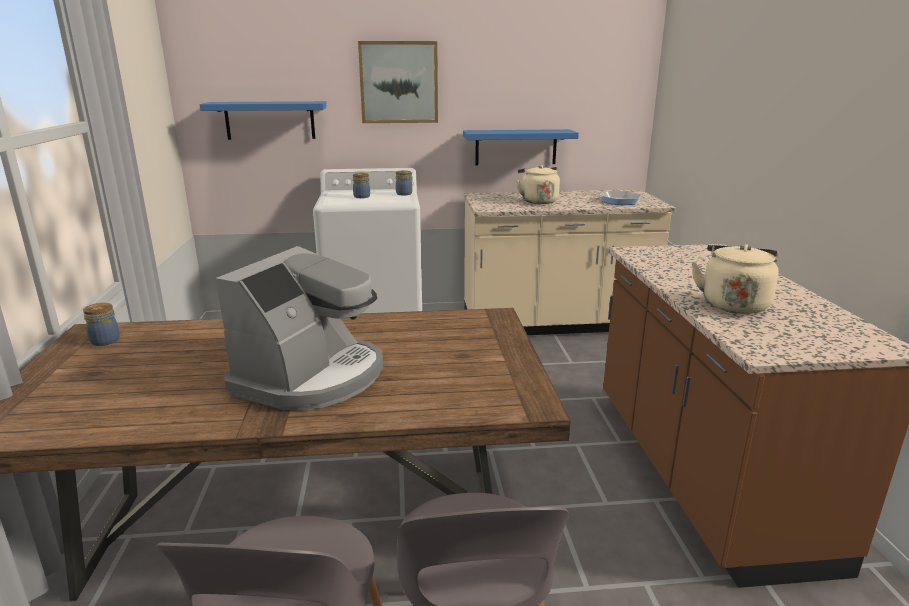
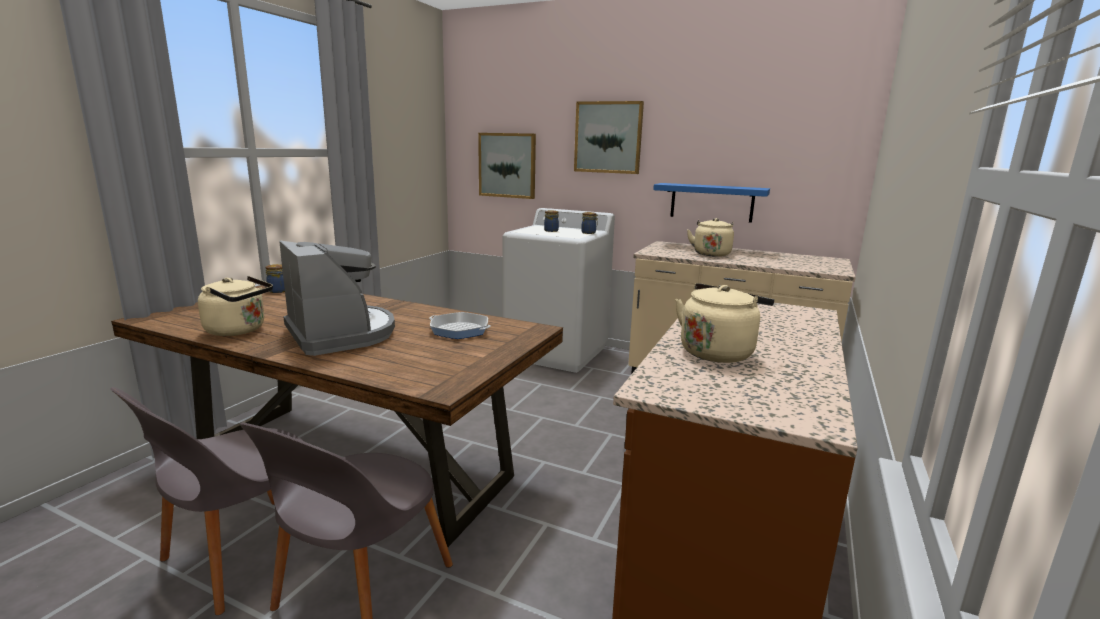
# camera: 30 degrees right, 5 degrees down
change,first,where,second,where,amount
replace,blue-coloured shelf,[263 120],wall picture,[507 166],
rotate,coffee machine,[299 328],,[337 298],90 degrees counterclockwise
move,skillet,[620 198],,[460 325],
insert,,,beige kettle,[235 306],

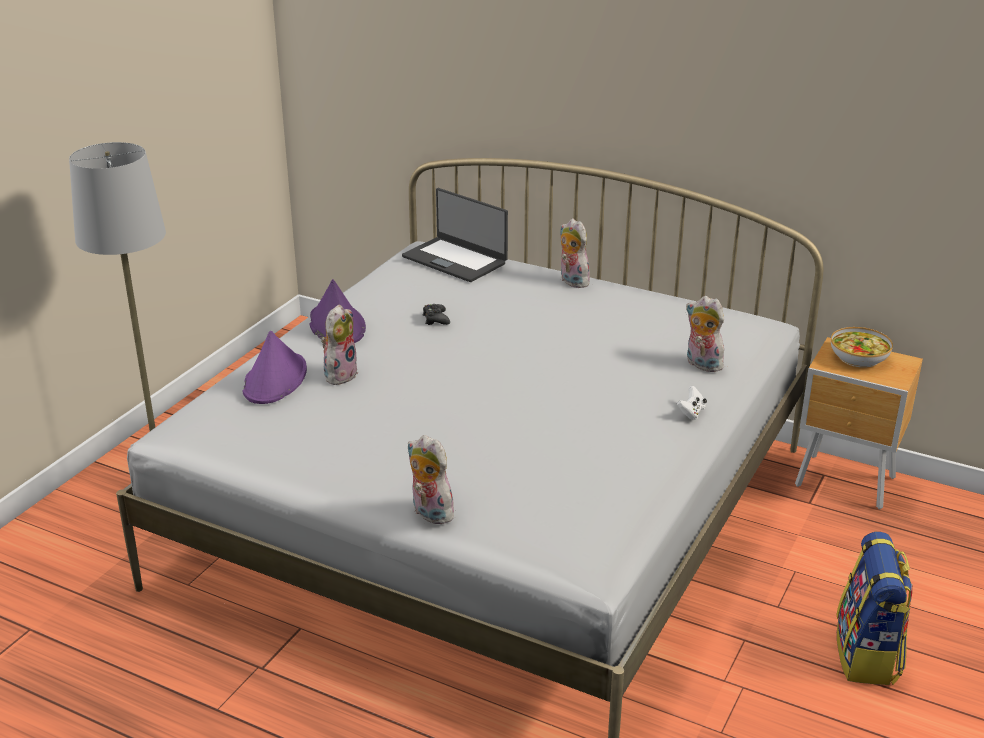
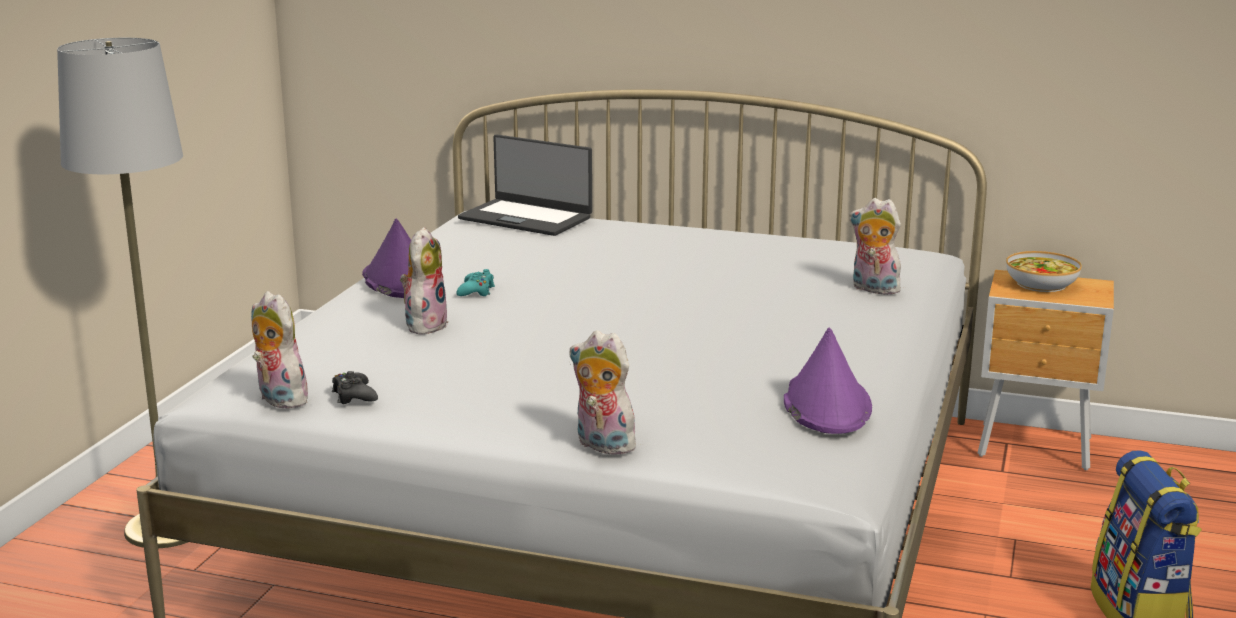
# camera: 10 degrees left, 10 degrees down
change,first,where,second,where,amount
move,purple-coloured wearable hat,[274 367],,[828 380],
move,blackish joypad,[436 314],,[355 387],
move,cuddly toy,[575 253],,[282 350],
delete,white joypad,[692 403],,,
insert,,,blue-green joypad,[475 282],

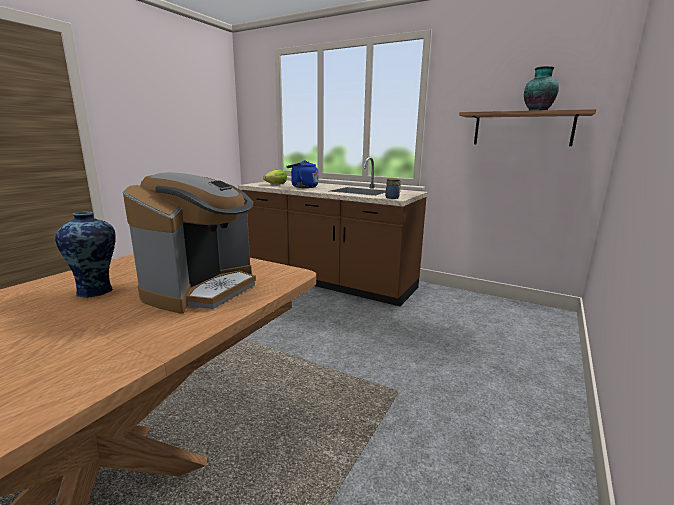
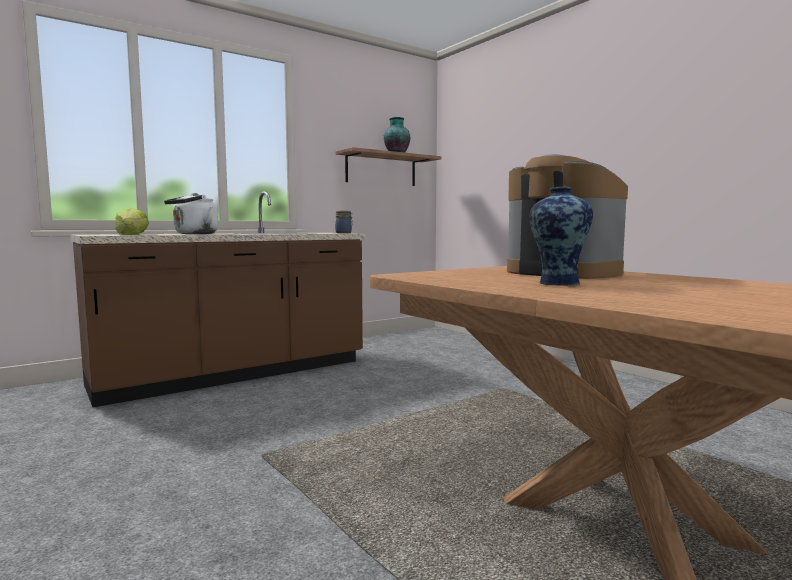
# camera: 65 degrees left, 10 degrees down
change,first,where,second,where,amount
recolor,blue-coloured kettle,[302 174],white kettle,[191 213],

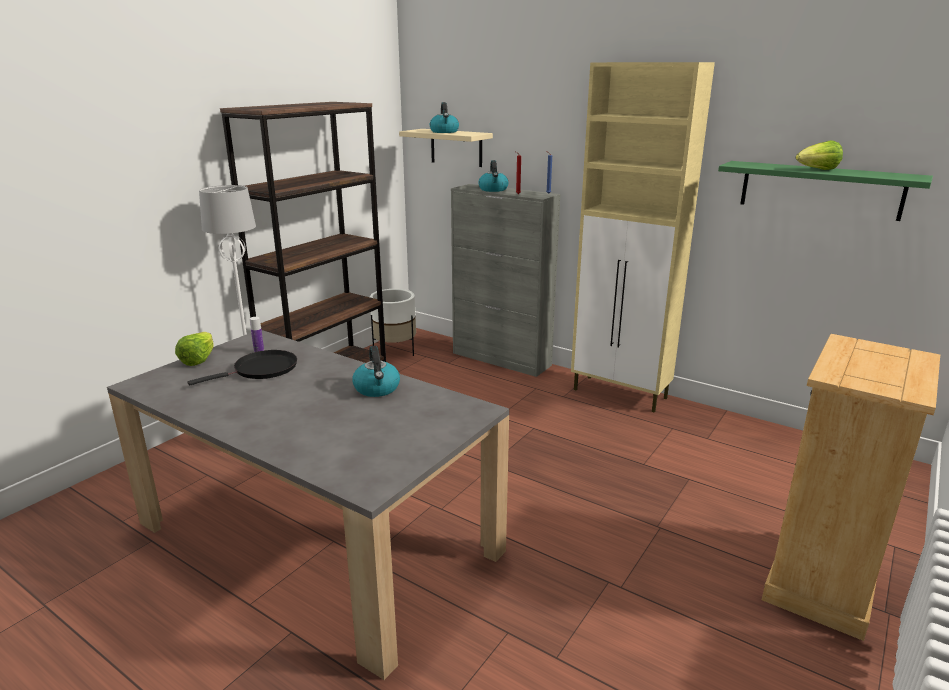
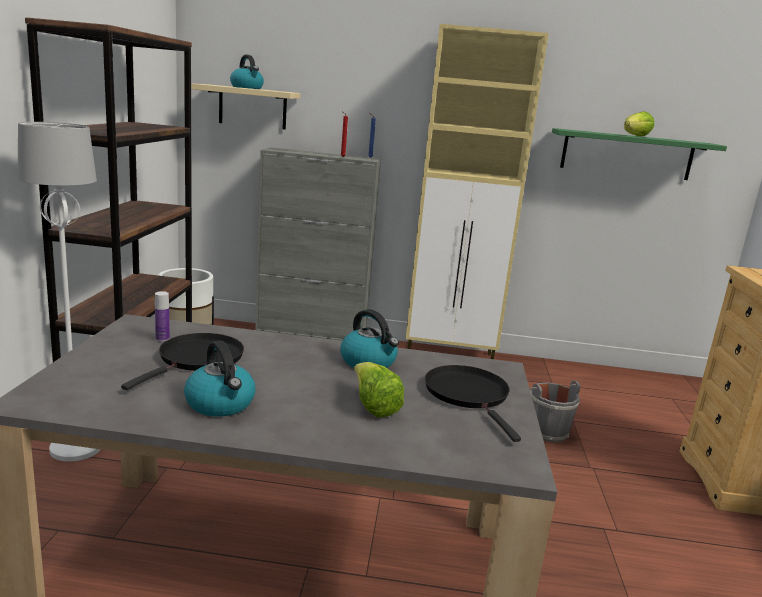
# camera: 30 degrees left, 5 degrees down
change,first,where,second,where,amount
move,head of lettuce,[194 349],,[379 389],
move,kettle,[493 176],,[219 378],
insert,,,blackish skillet,[473 403],
insert,,,greyish pail,[555 411],

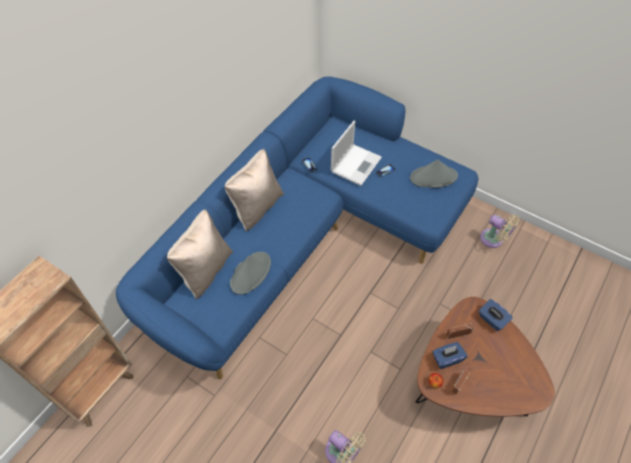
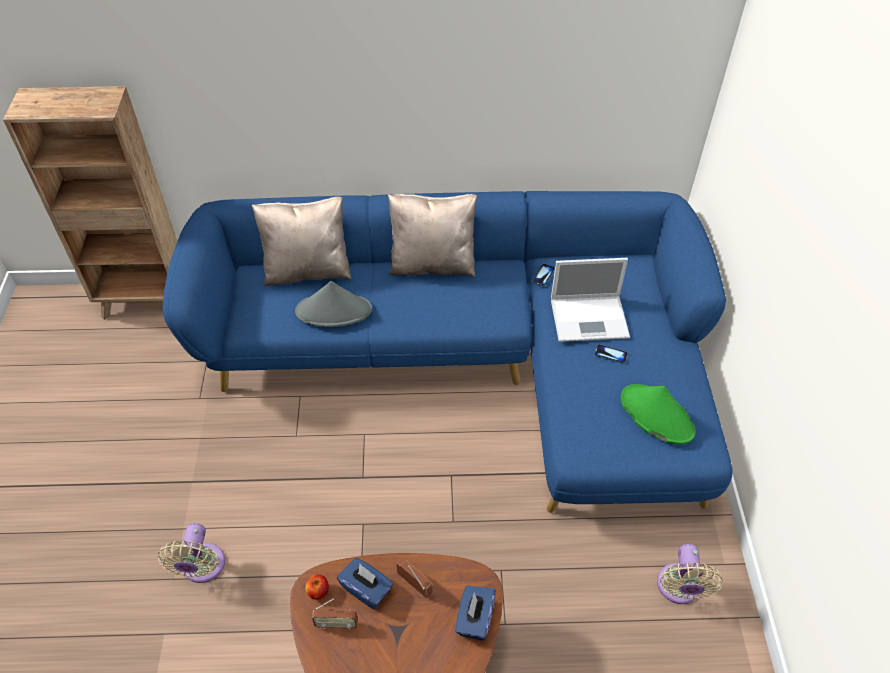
# camera: 55 degrees right, 5 degrees down
change,first,where,second,where,amount
recolor,greyish wearable hat,[434 174],green wearable hat,[658 414],

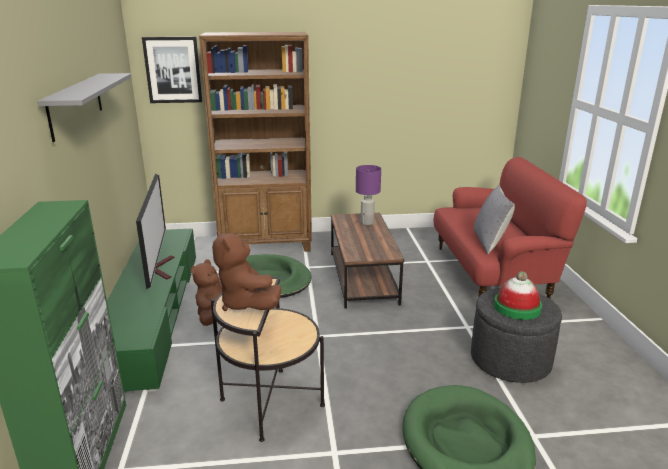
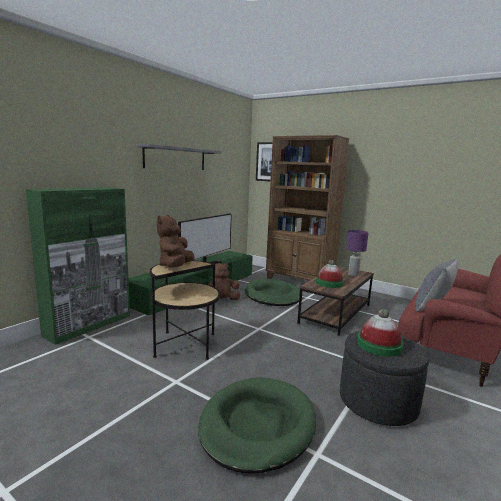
# camera: 40 degrees right, 10 degrees down
change,first,where,second,where,amount
insert,,,wearable hat,[330 274],

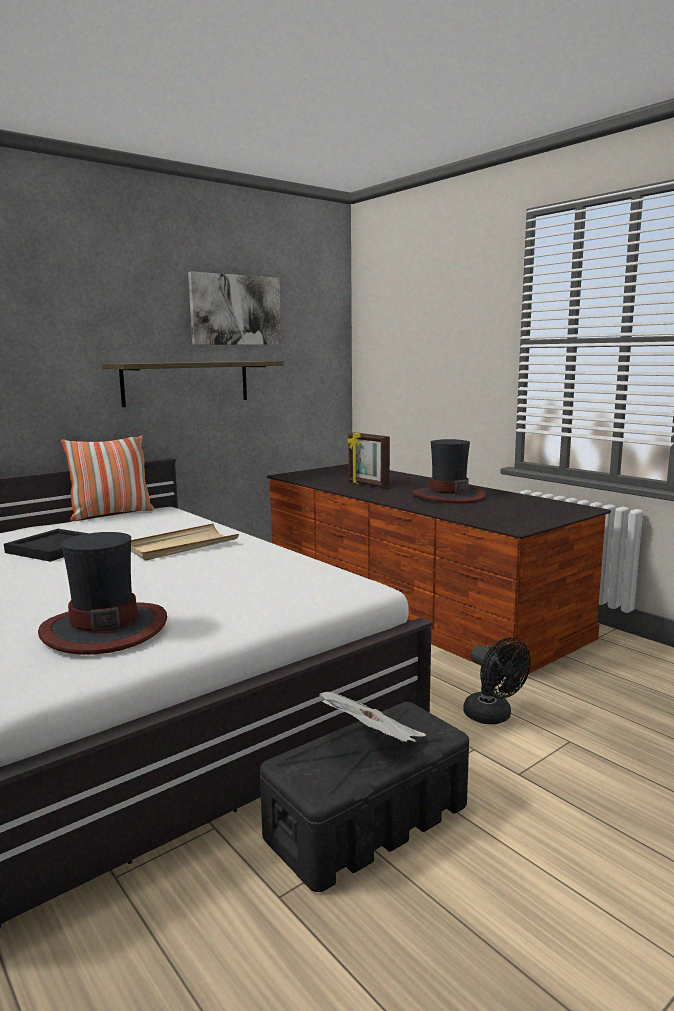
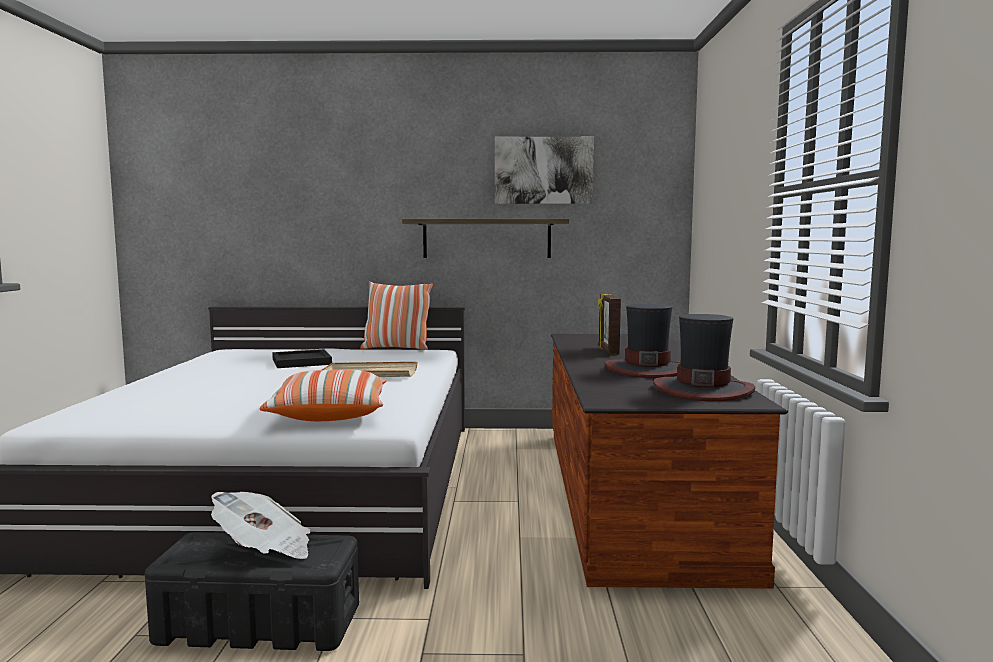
# camera: 40 degrees right, 5 degrees down
change,first,where,second,where,amount
move,wearable hat,[102 593],,[704 357],
delete,blackish electric fan,[497 680],,,
insert,,,cushion,[323 395],

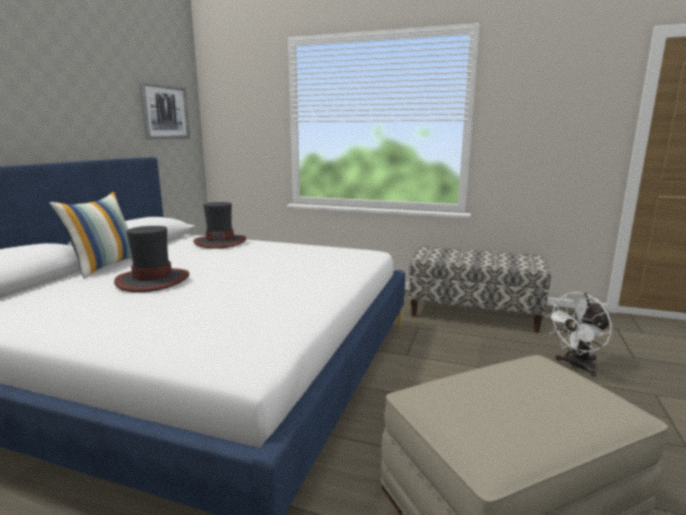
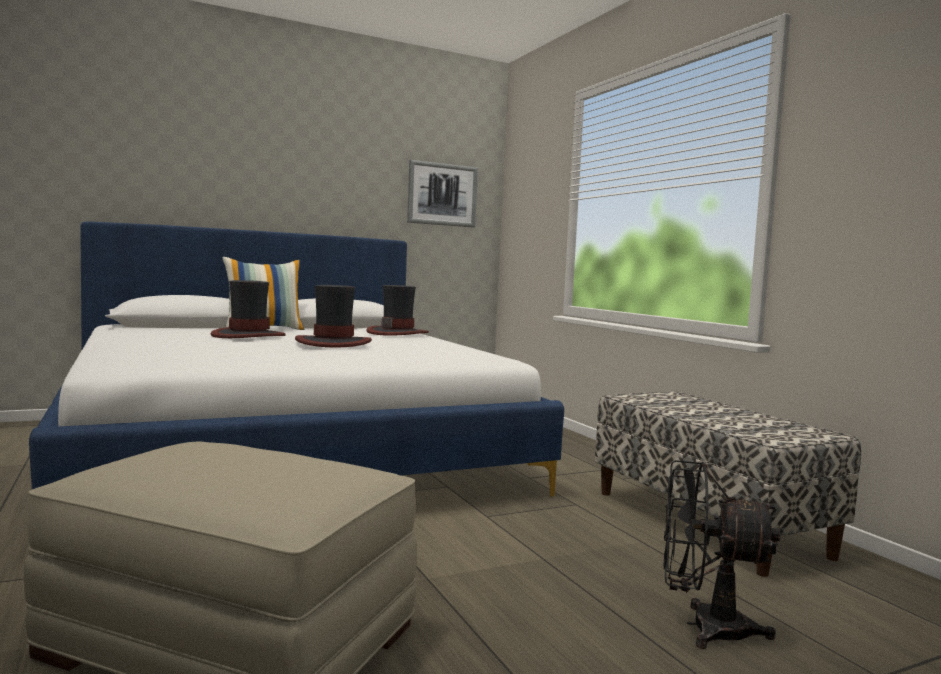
# camera: 45 degrees right, 10 degrees down
change,first,where,second,where,amount
recolor,white electric fan,[578 334],blackish electric fan,[722 554],
insert,,,wearable hat,[333 316],

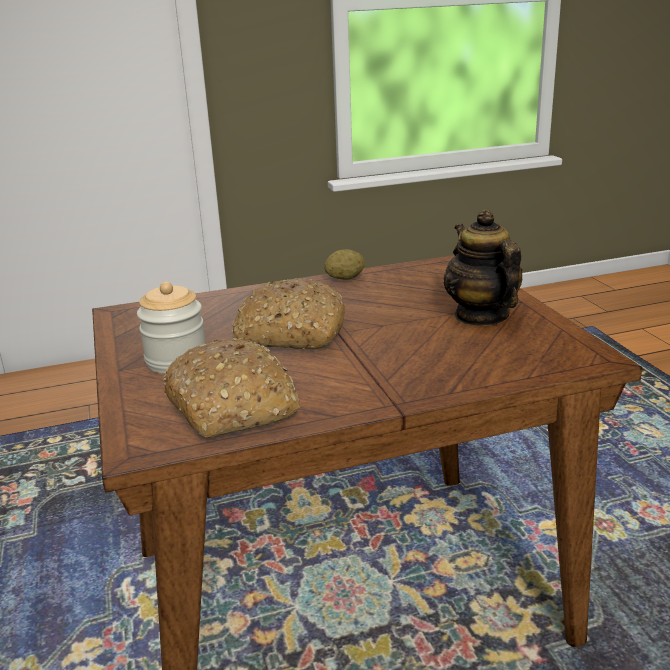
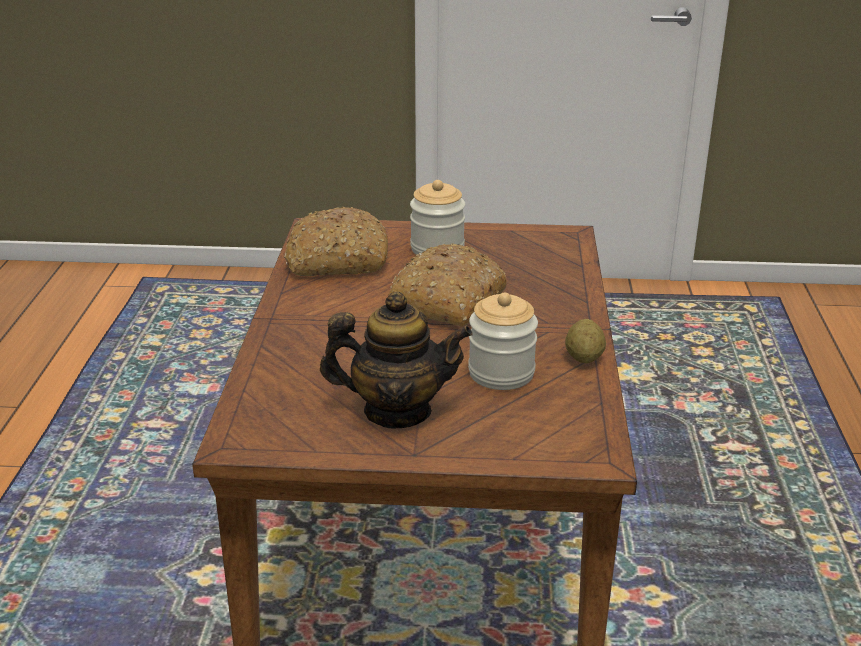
# camera: 110 degrees right, 5 degrees up
change,first,where,second,where,amount
insert,,,preserve jar,[503 341],

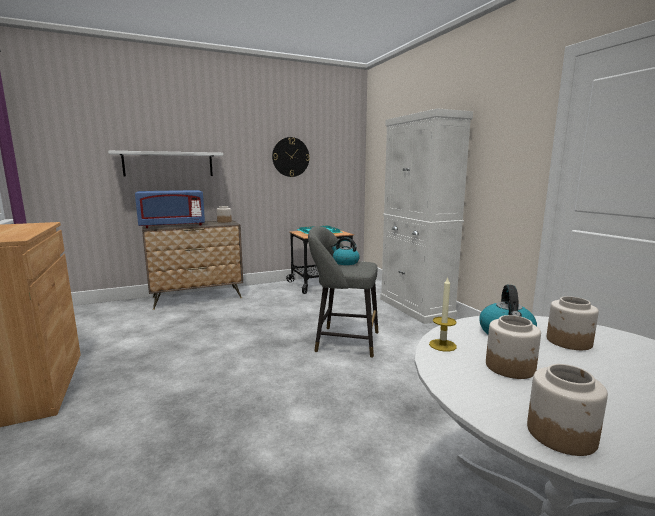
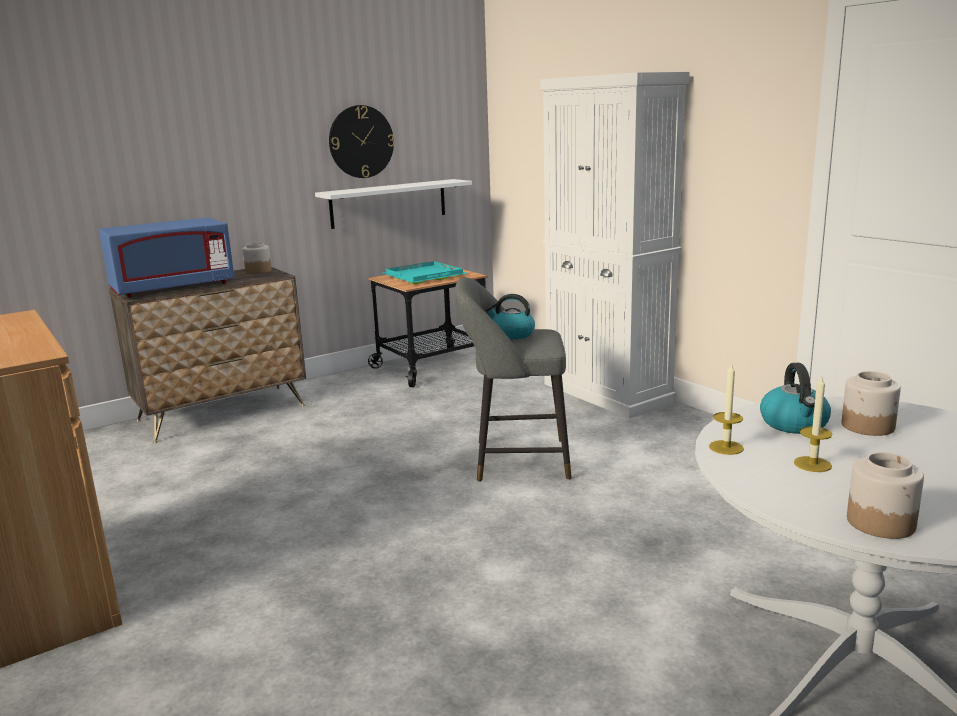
# camera: 10 degrees left, 5 degrees up
change,first,where,second,where,amount
move,white shelf,[165 163],,[393 204],
replace,preserve jar,[513 347],candle,[813 424],

